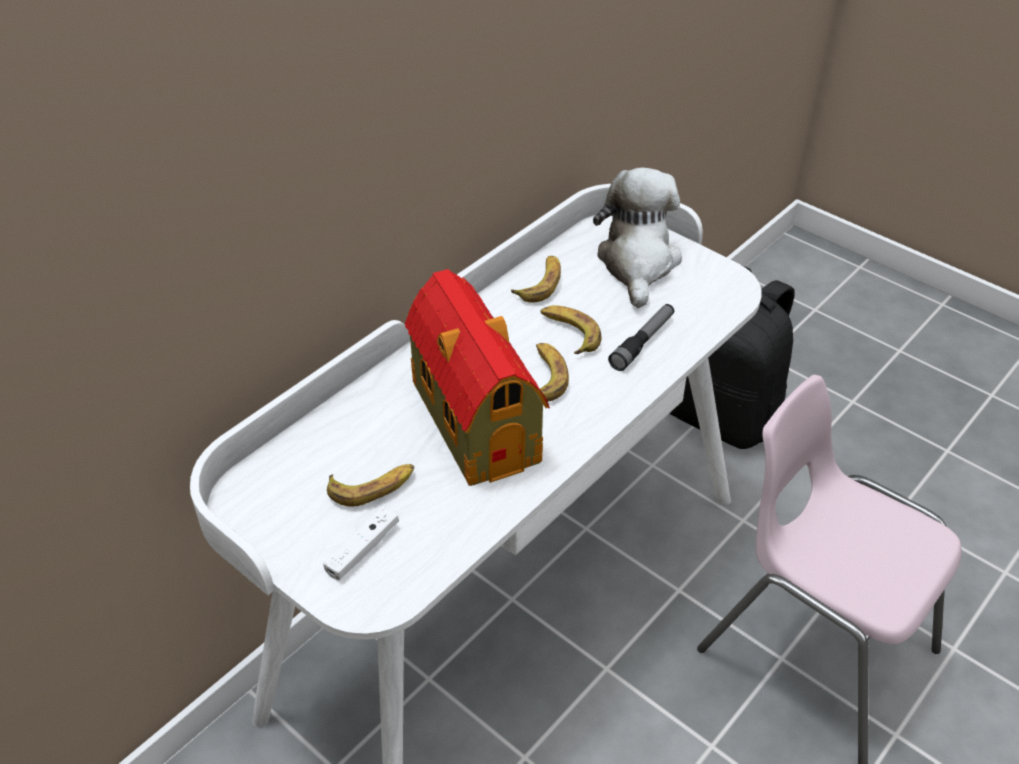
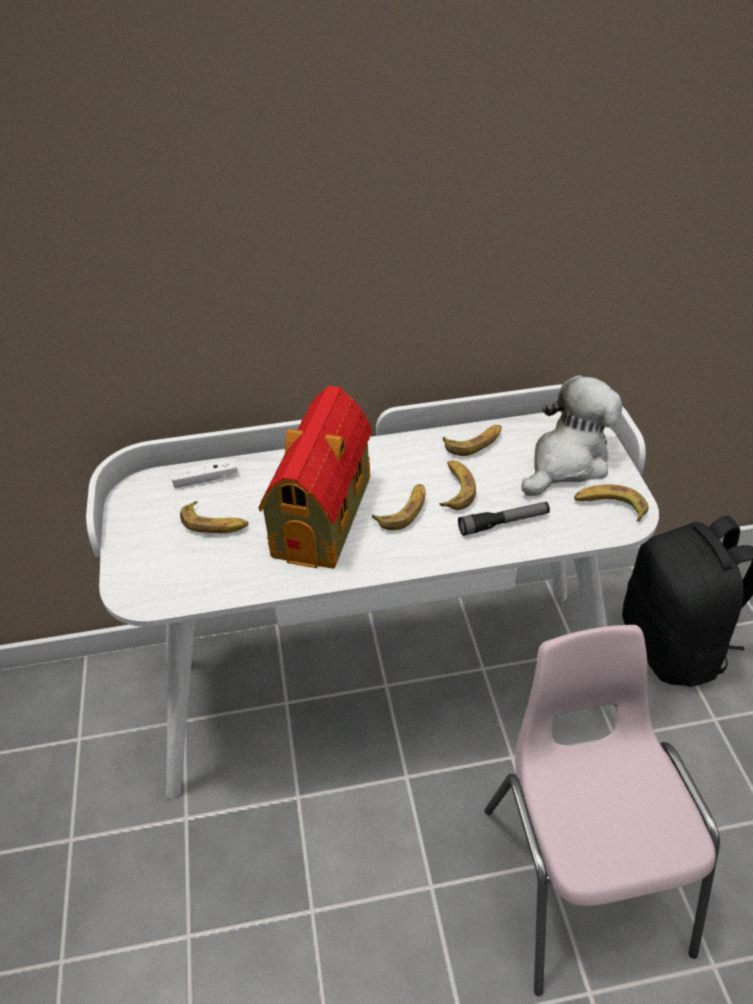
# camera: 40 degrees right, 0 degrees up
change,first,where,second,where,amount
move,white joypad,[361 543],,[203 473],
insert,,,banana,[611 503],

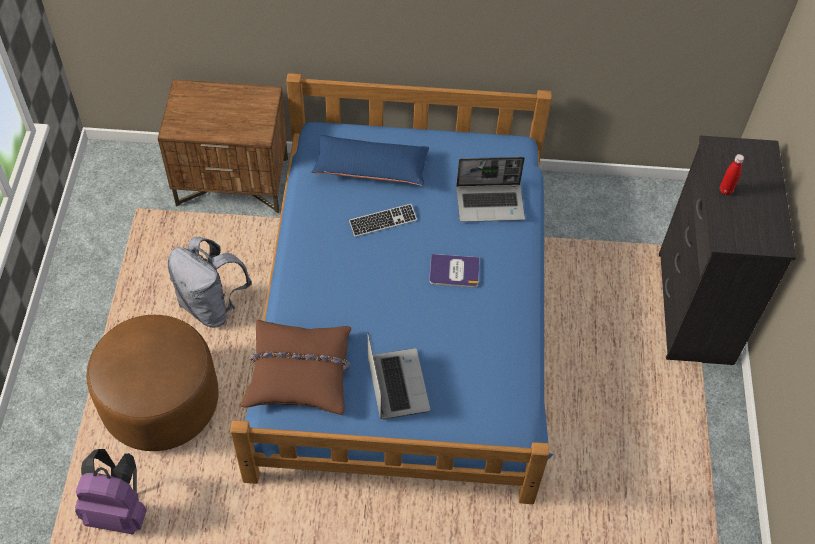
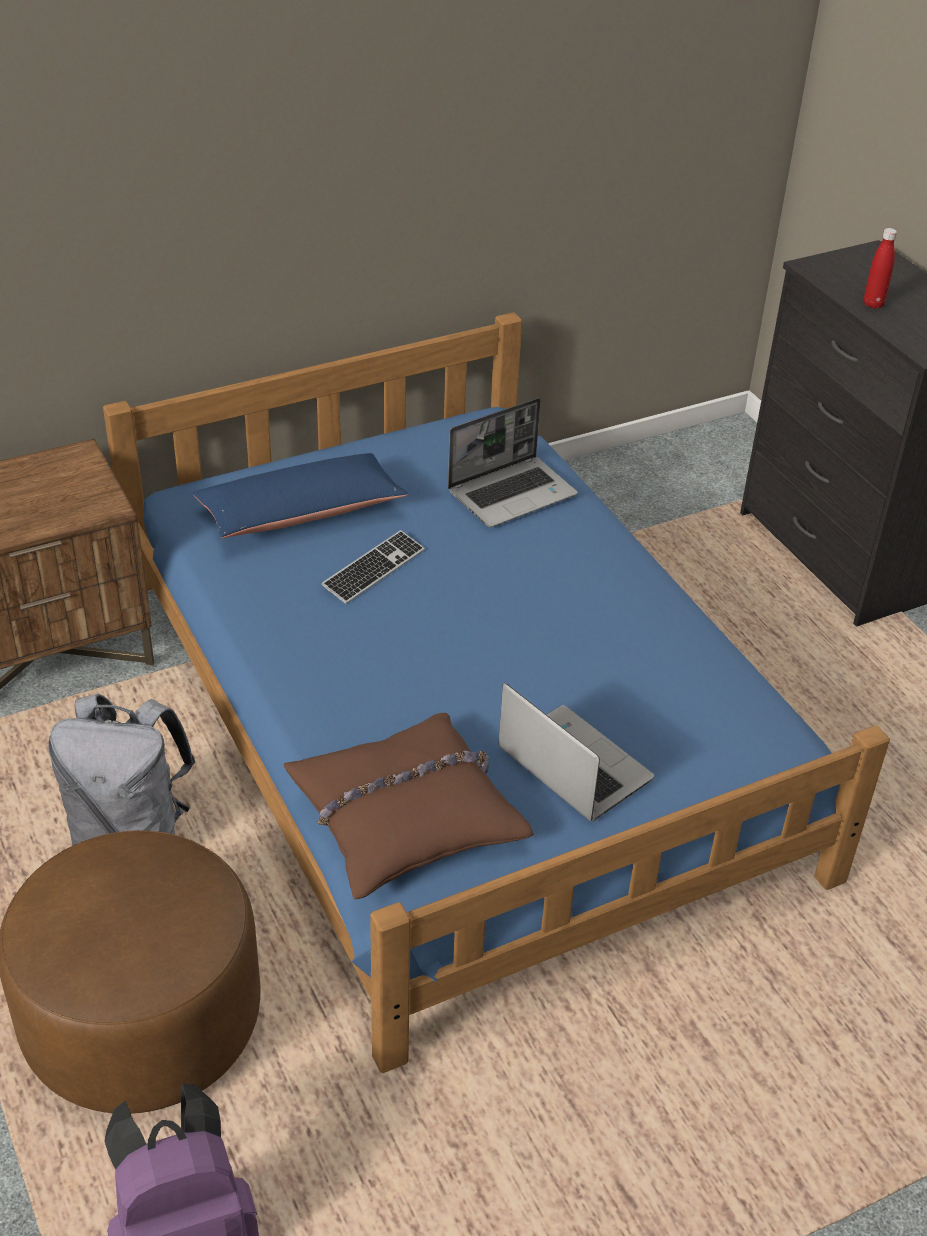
# camera: 30 degrees left, 15 degrees down
change,first,where,second,where,amount
delete,bound book,[454 271],,,

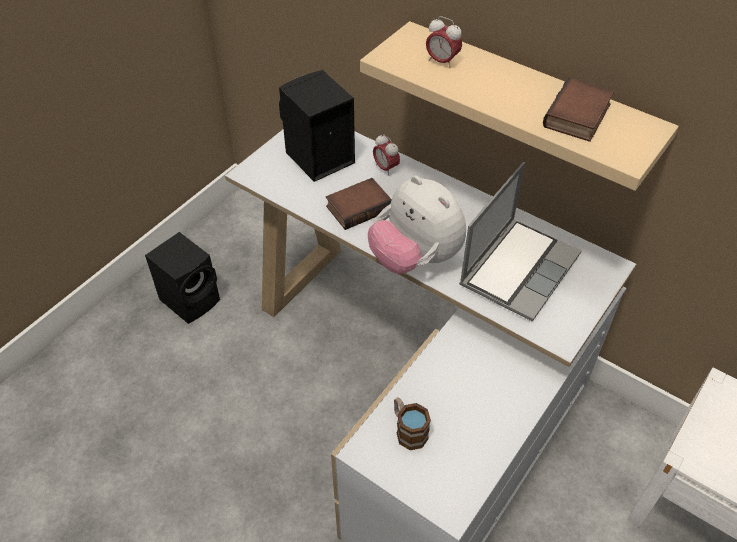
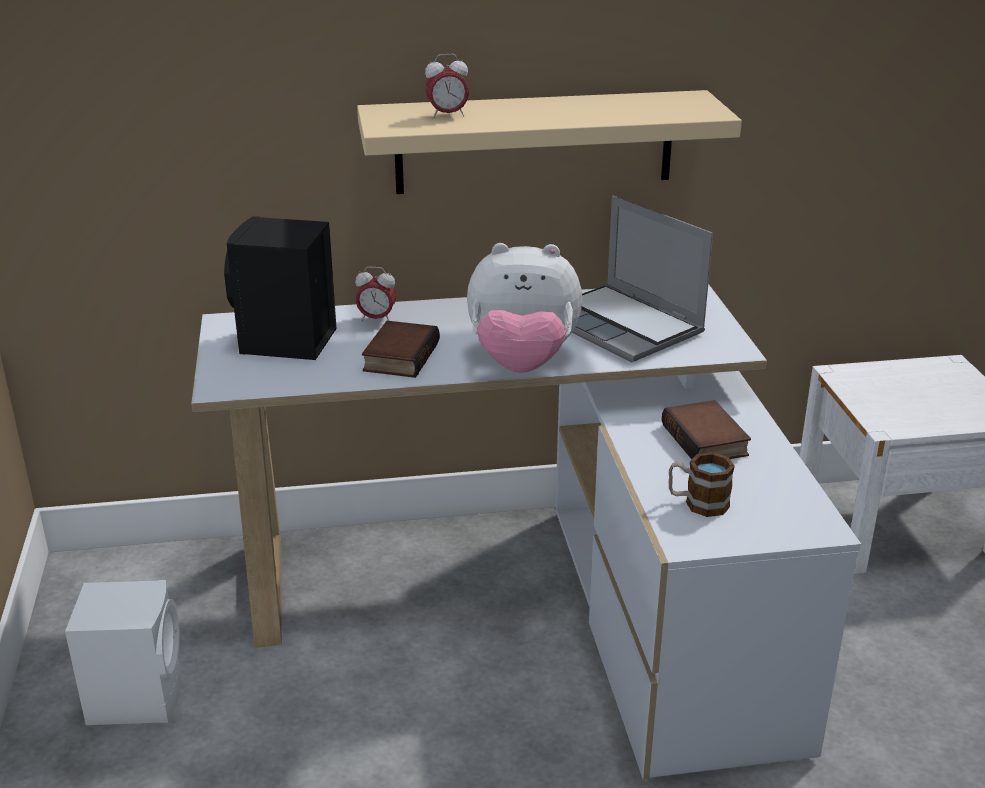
# camera: 45 degrees left, 20 degrees down
change,first,where,second,where,amount
recolor,blackish audio speaker,[182 278],white audio speaker,[123 652],
rotate,laptop,[520 241],,[642 279],150 degrees clockwise
move,bound book,[578 110],,[706 429],

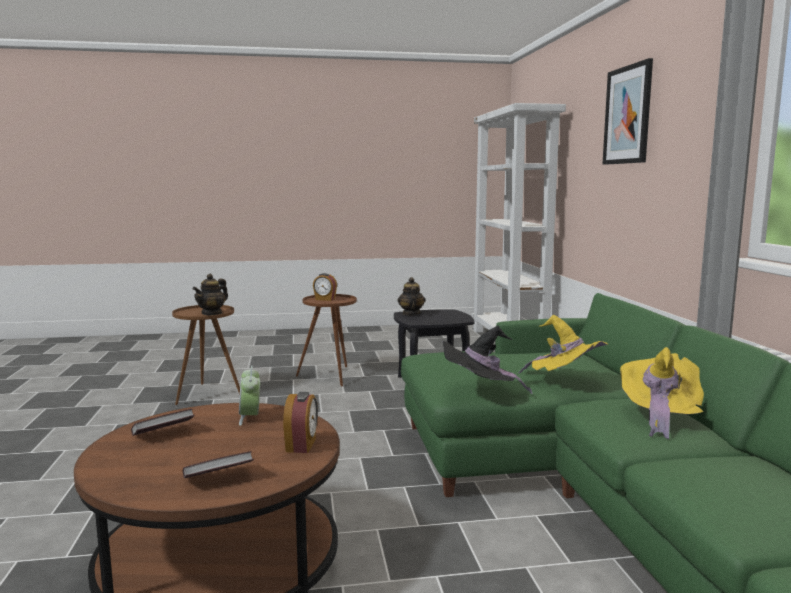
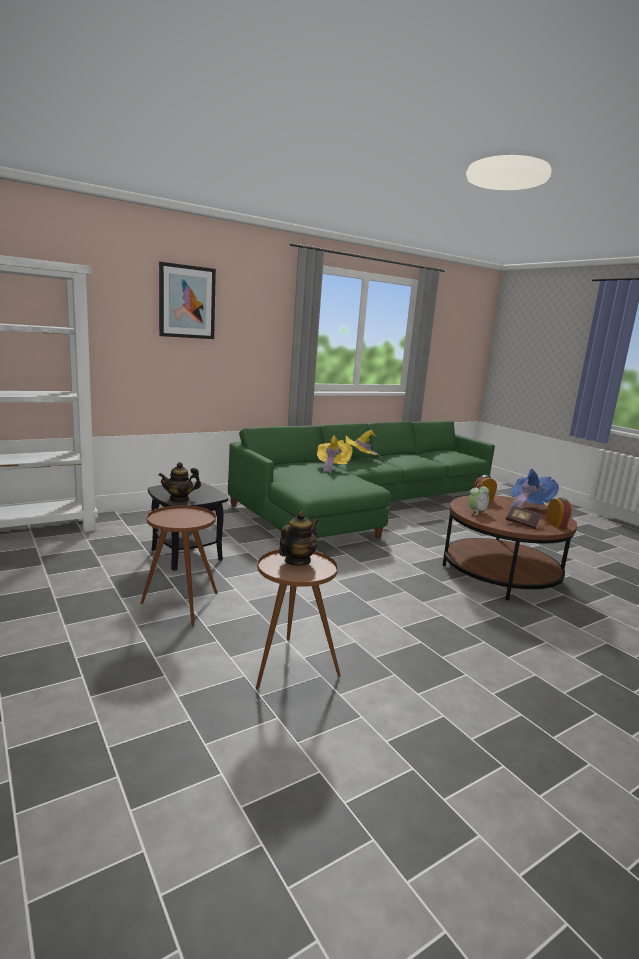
# camera: 115 degrees left, 5 degrees up
change,first,where,second,where,amount
replace,bound book,[218 464],blue-coloured wearable hat,[534 489],
rotate,tea pot,[210 295],,[299 538],60 degrees counterclockwise
move,table clock,[325 287],,[559 513],
delete,blackish wearable hat,[487 360],,,

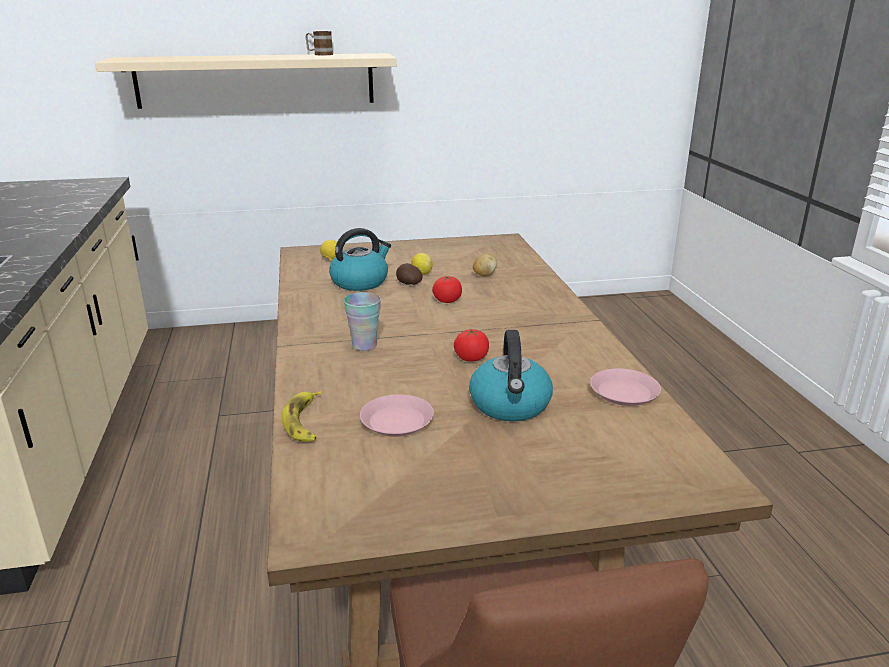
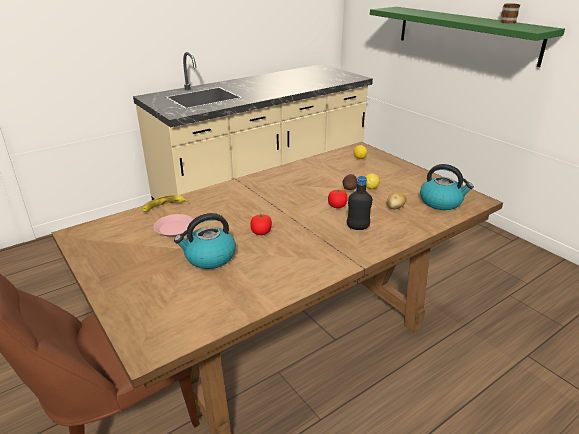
# camera: 65 degrees right, 5 degrees up
change,first,where,second,where,amount
recolor,beige shelf,[246 81],green shelf,[467 37],
move,kettle,[360 259],,[447 187],
delete,cup,[362 321],,,
delete,pinkish dinner plate,[625 387],,,
insert,,,blackish drink bottle,[359 203],

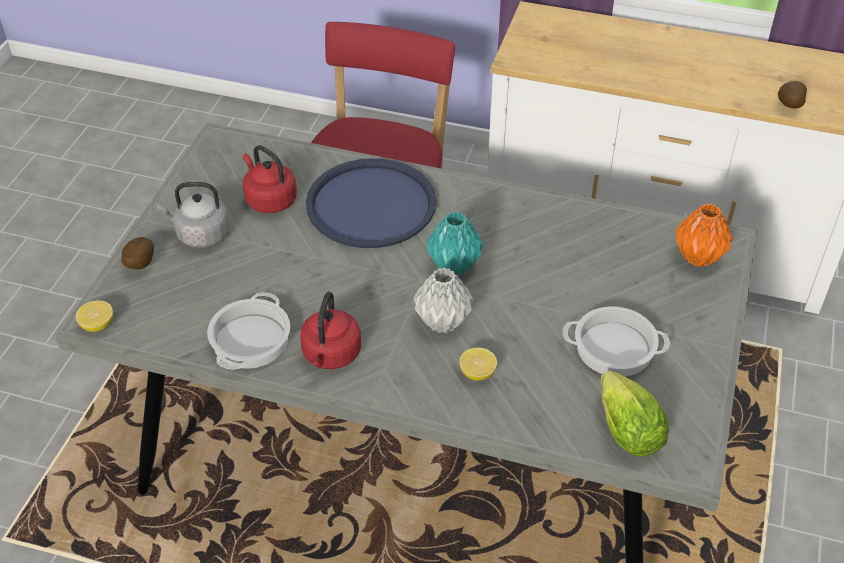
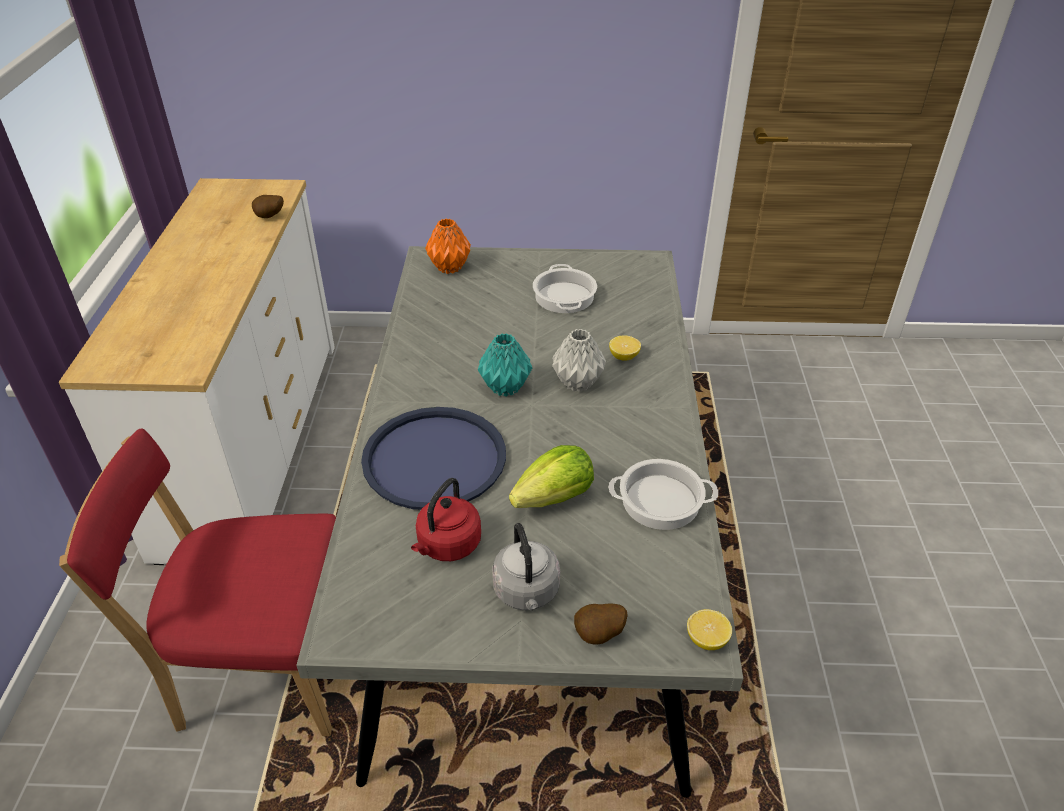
# camera: 105 degrees left, 5 degrees down
change,first,where,second,where,amount
delete,red-coloured kettle,[330 330],,,
move,head of lettuce,[634 414],,[551 476],

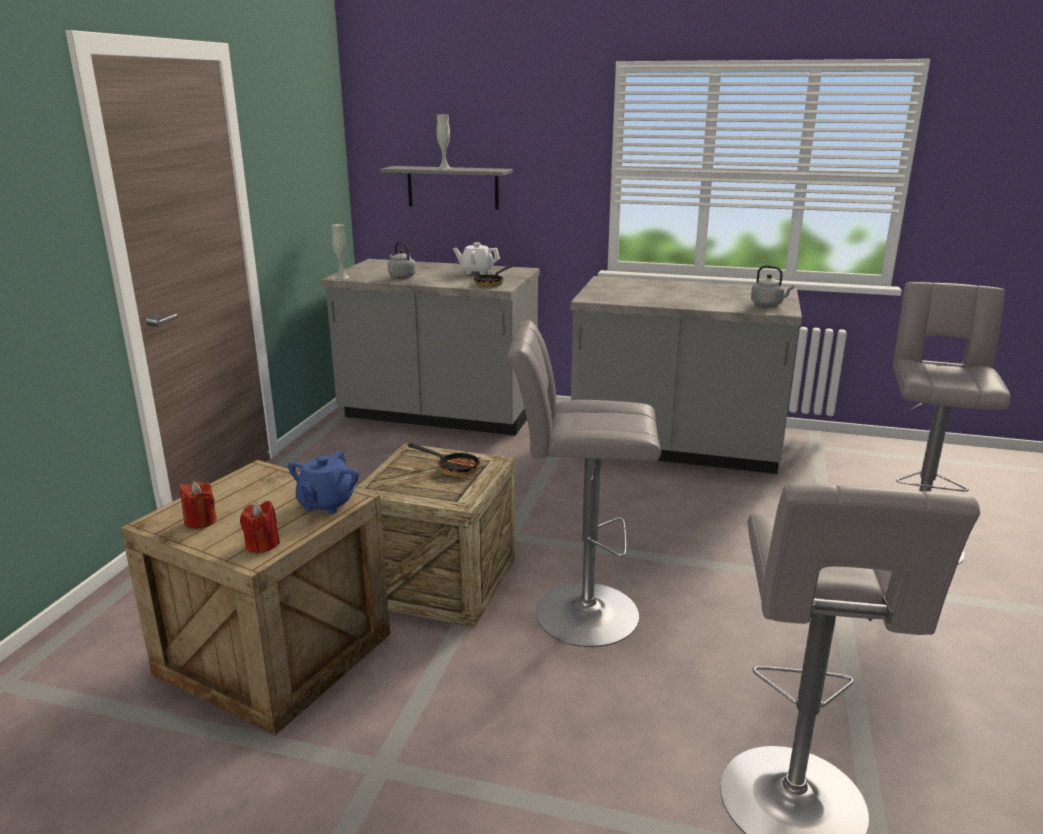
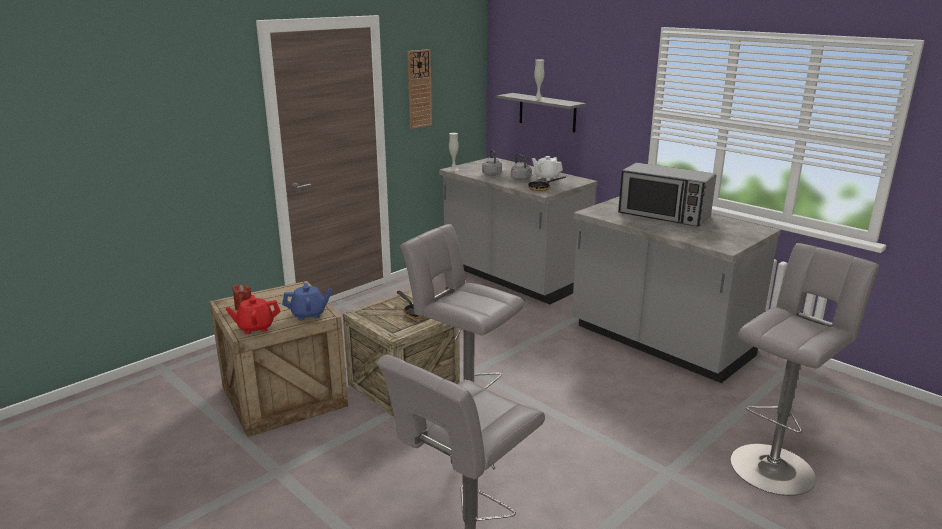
# camera: 30 degrees right, 0 degrees up
change,first,where,second,where,amount
replace,red-coloured candle,[260 527],red-coloured tea pot,[253 314],
rotate,blue-coloured tea pot,[323 482],,[307 301],150 degrees counterclockwise
move,greyish kettle,[772 285],,[521 167],
insert,,,clock on the wall,[419 89],
insert,,,microwave oven,[667 195],

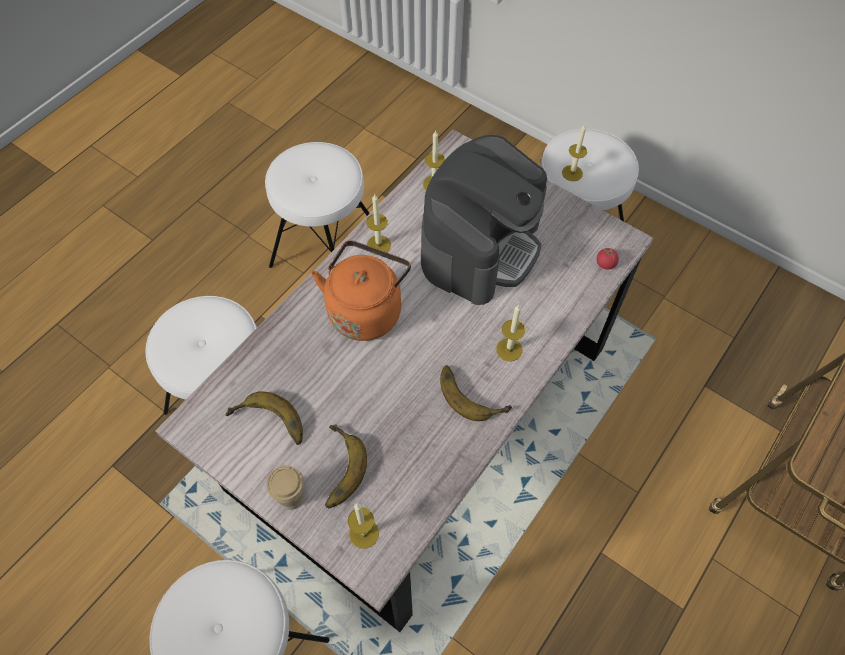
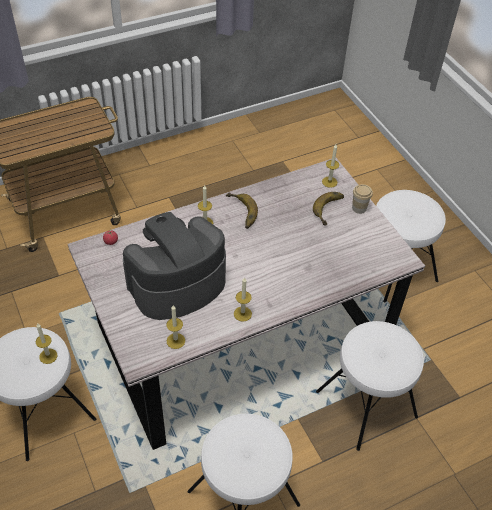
# camera: 155 degrees left, 10 degrees down
change,first,where,second,where,amount
delete,banana,[264 418],,,
delete,orange-coloured kettle,[361 290],,,

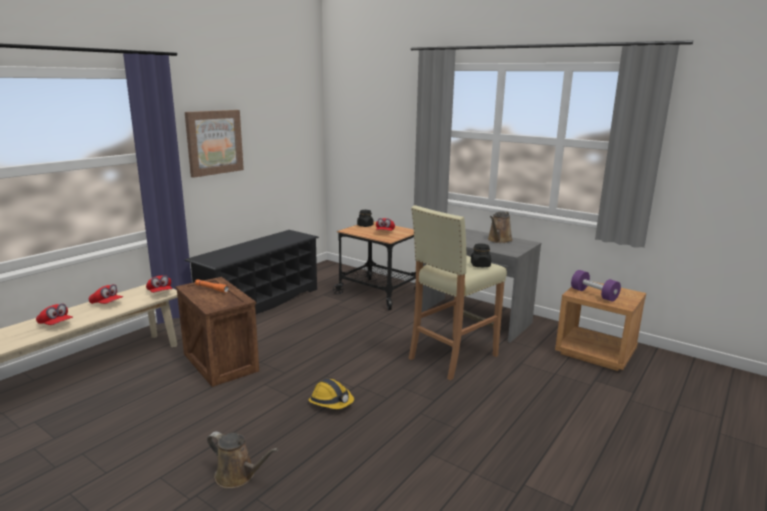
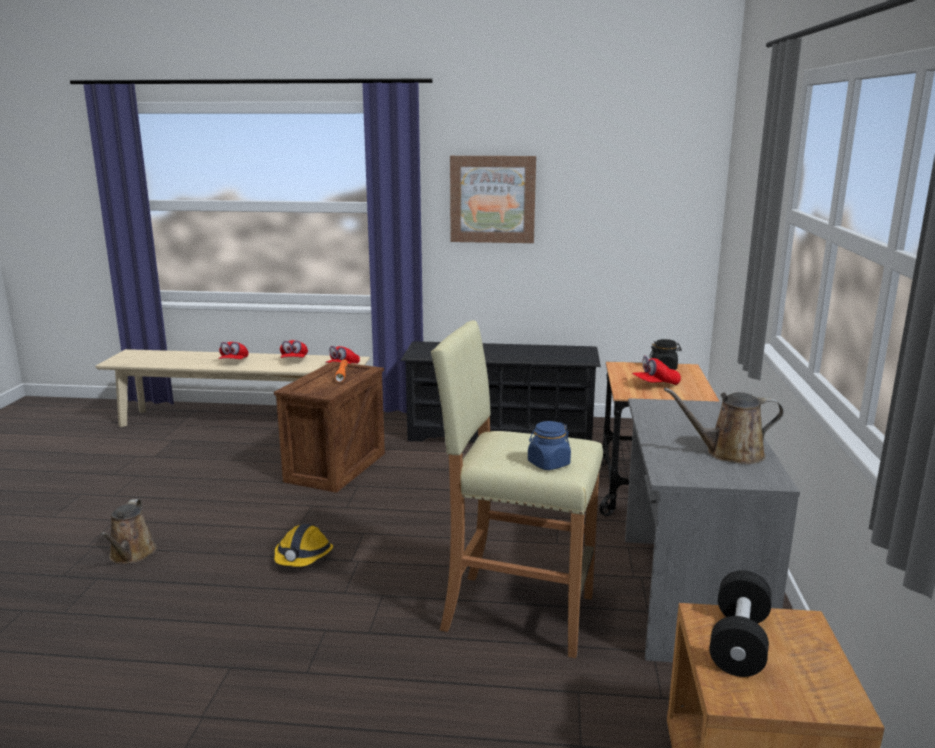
# camera: 60 degrees right, 0 degrees up
change,first,where,second,where,amount
recolor,blackish preserve jar,[481 255],blue-coloured preserve jar,[549 445],
recolor,purple-coloured hand weight,[596 286],blackish hand weight,[740 623],

